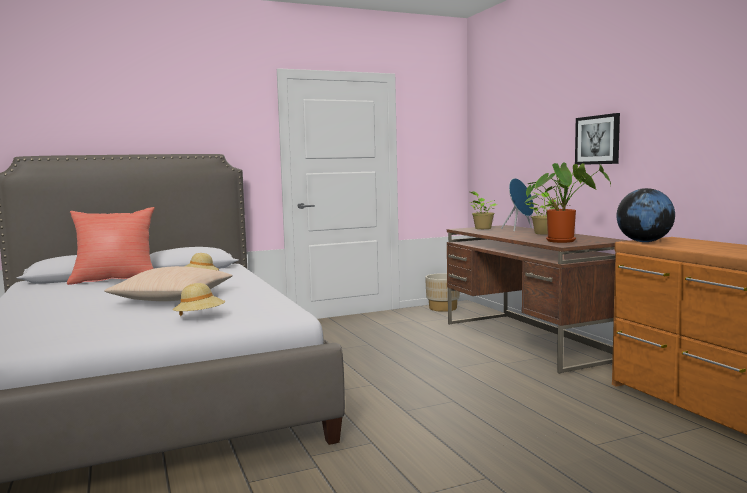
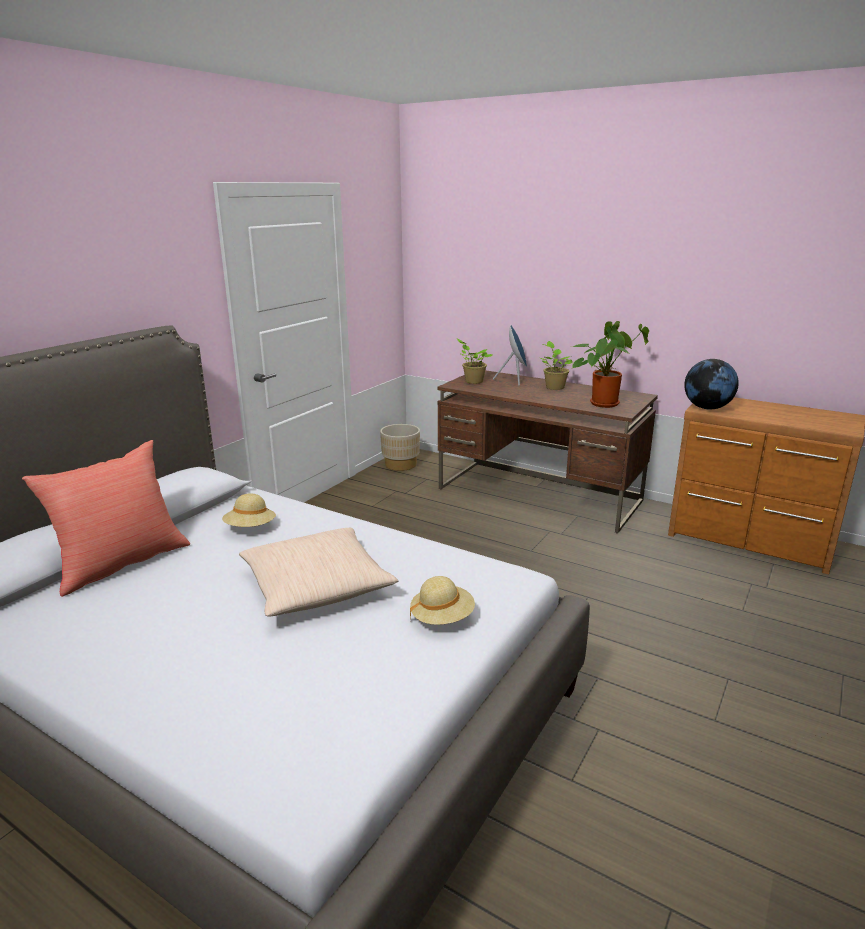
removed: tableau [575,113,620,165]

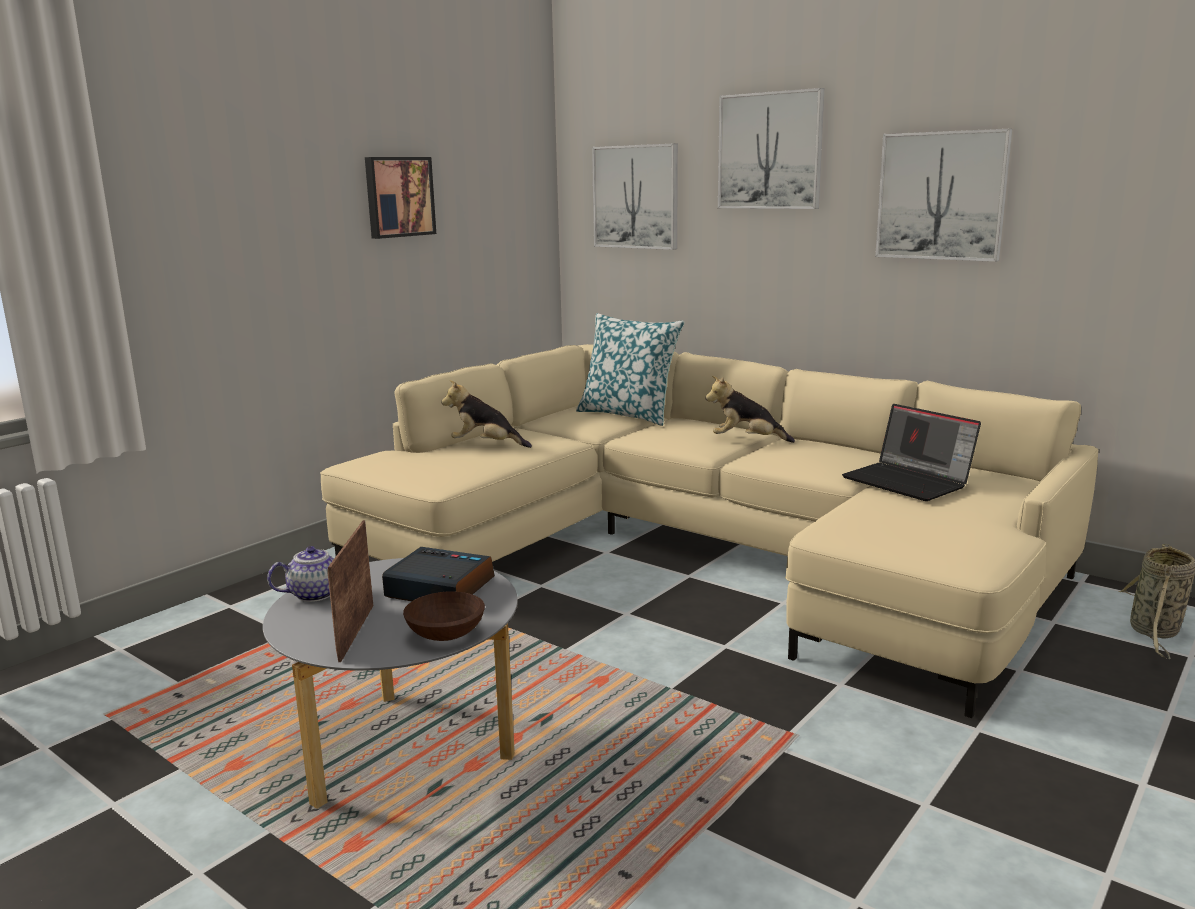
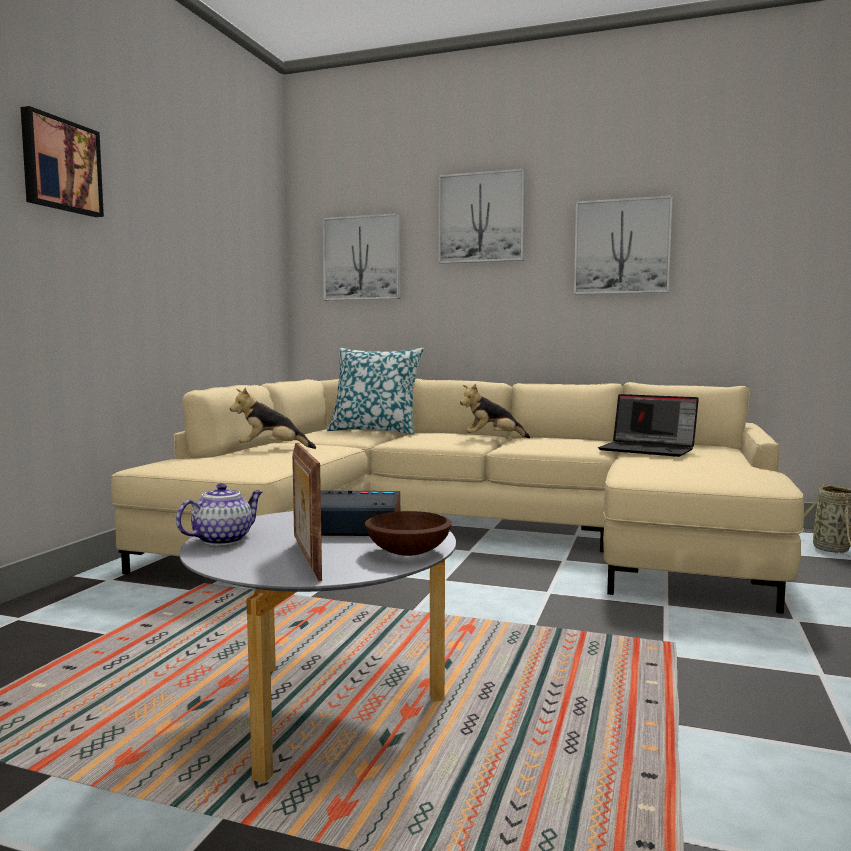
moved: tableau [365,157,436,239] to [21,106,104,217]

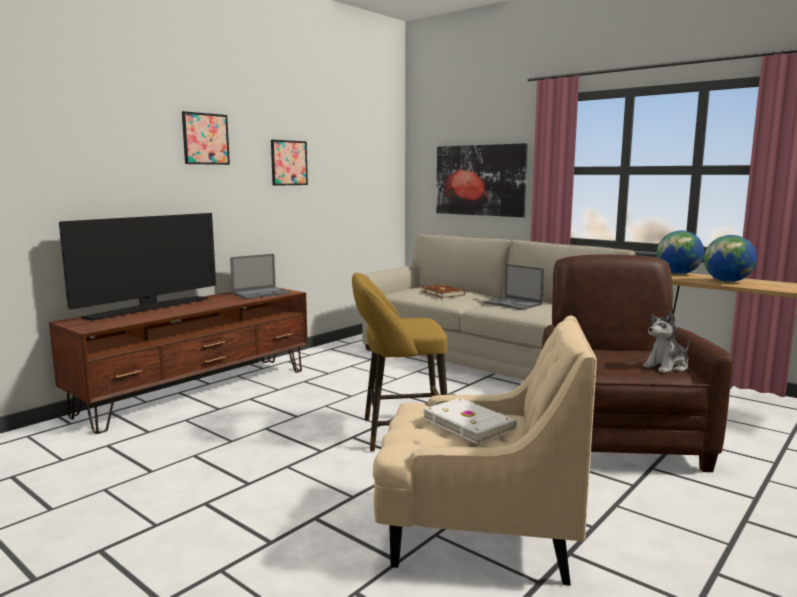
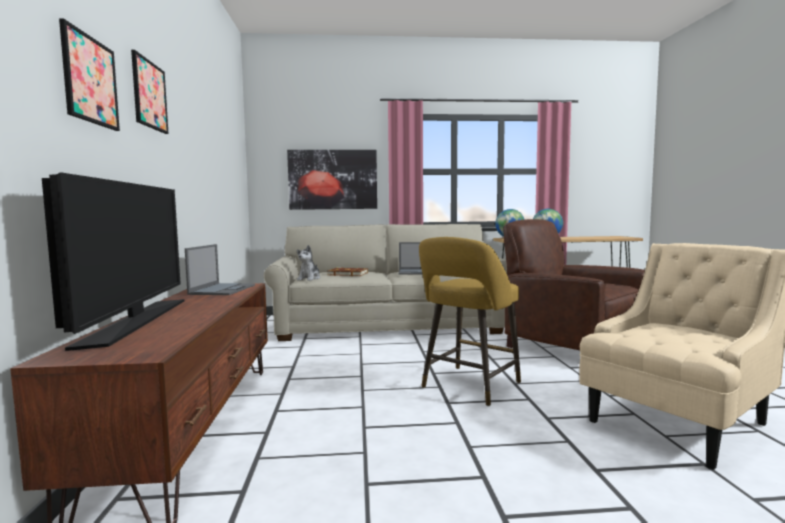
removed: livre [blanc] [423,398,517,444]
moved: tableau [271,140,308,186] to [59,18,120,131]; peluche [643,311,689,373] to [297,245,320,281]

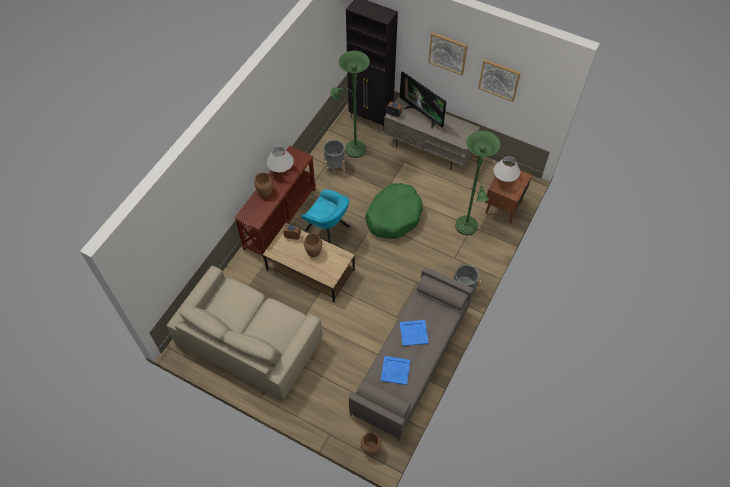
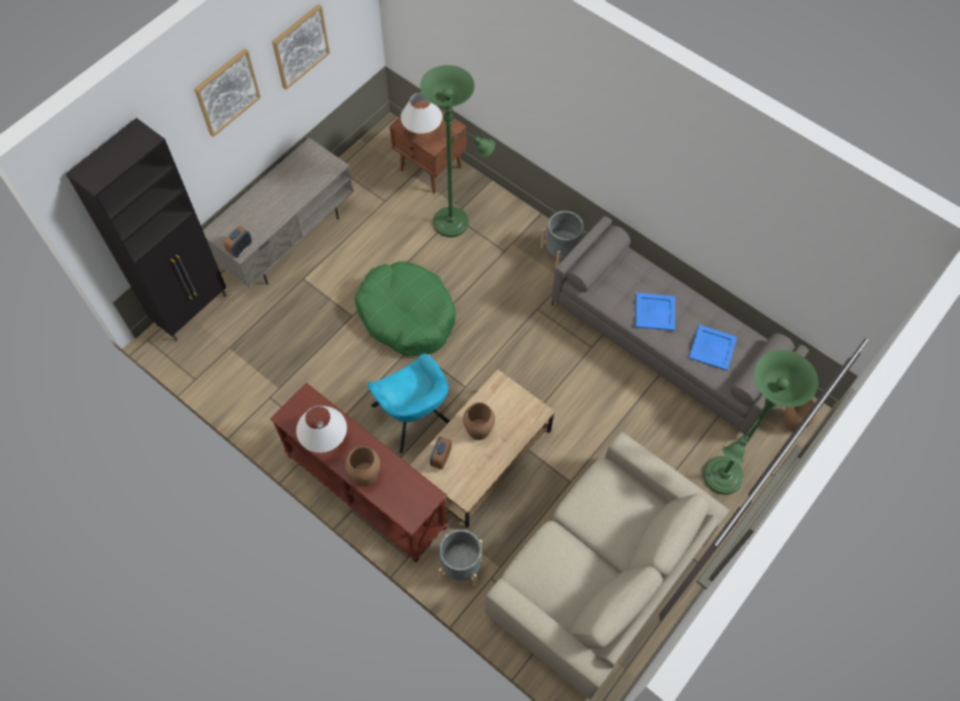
removed: téléviseur [400,71,447,129]
moved: cache-pot [gris] [324,140,345,174] to [439,529,482,586]; lampadaire [vert] [330,51,370,158] to [703,350,818,495]
turned: fauteuil [turquoise] [301,189,350,243] = [368,354,450,453] 105 degrees clockwise

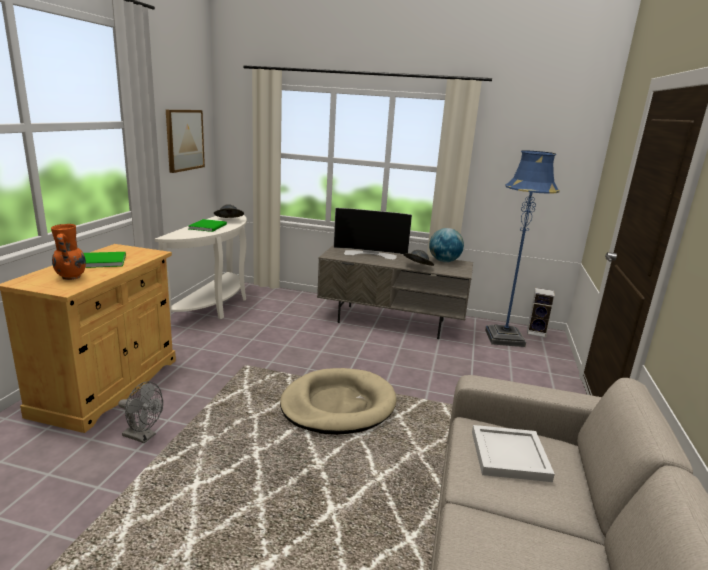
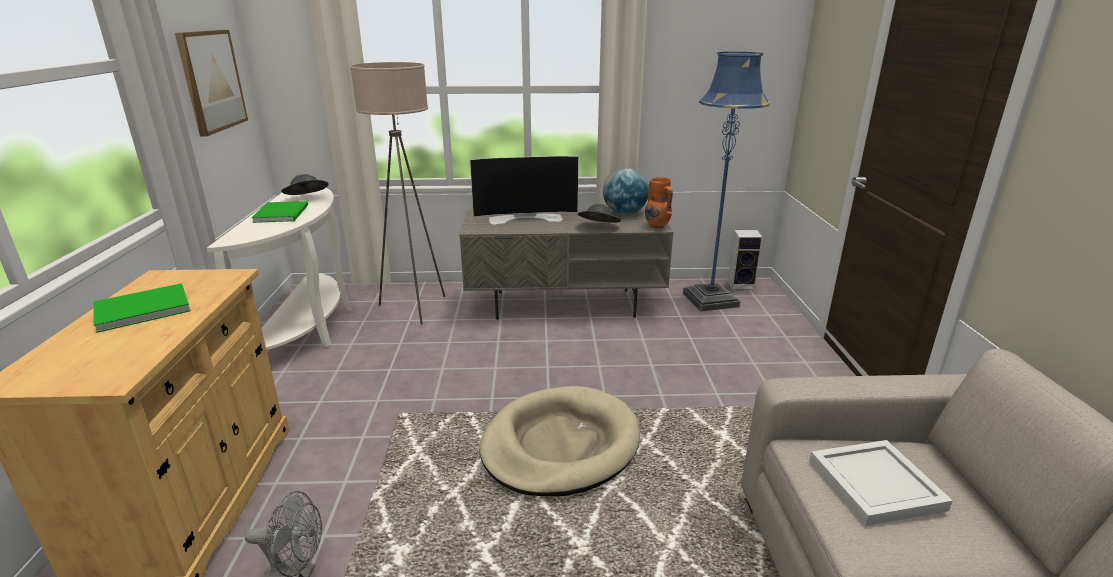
added: lampadaire [beige] [350,62,445,325]
moved: vase [orange] [51,224,86,280] to [645,177,673,229]

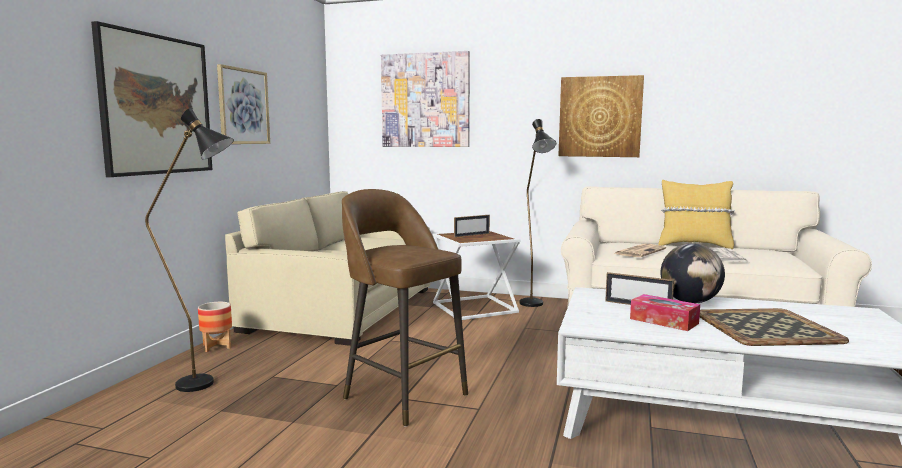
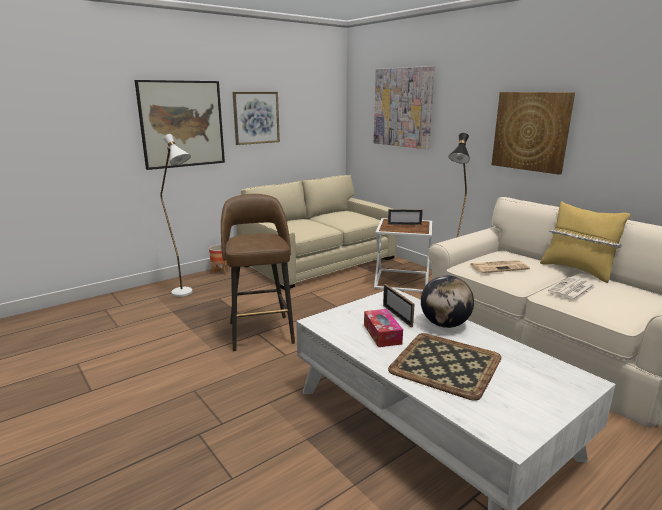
recoloured: lampadaire [noir] [145,108,234,392] to lampadaire [blanc] [160,134,192,297]

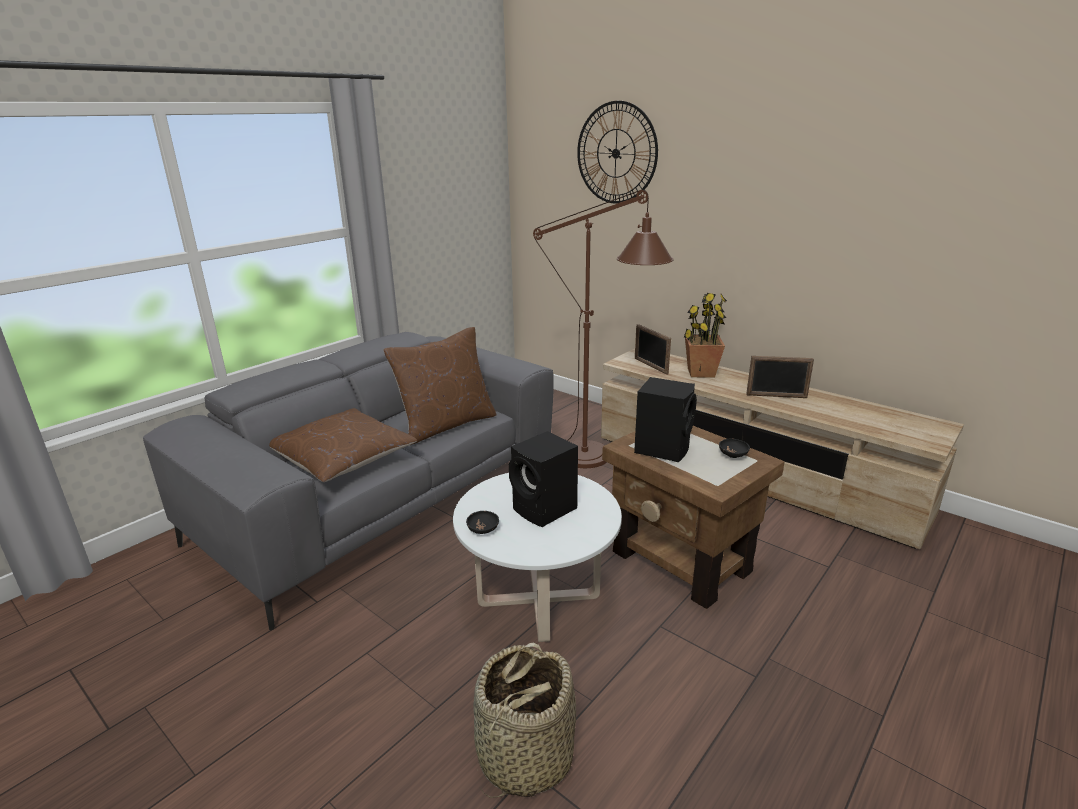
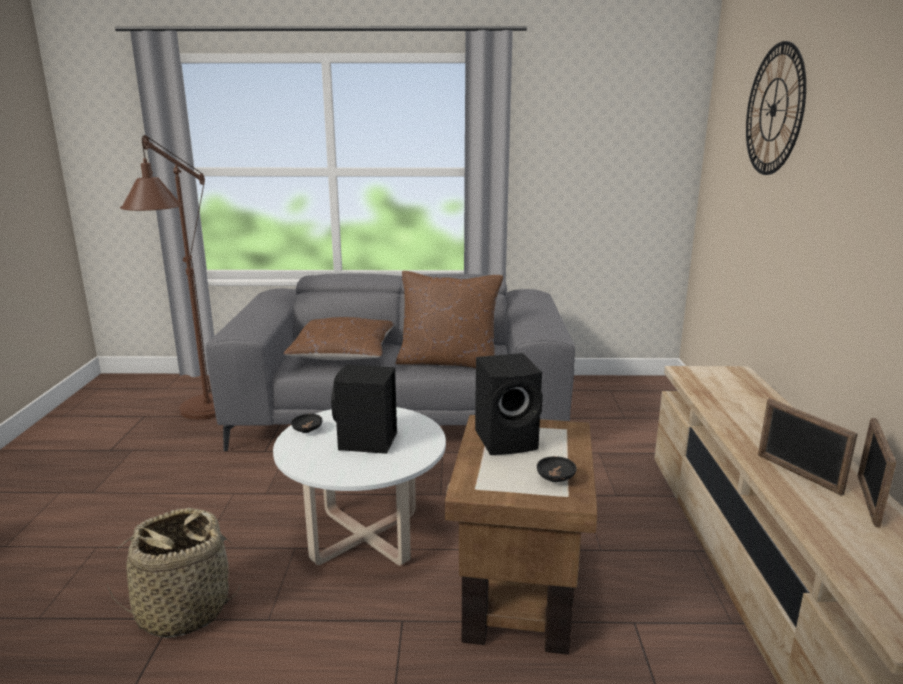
removed: plante en pot [684,293,727,378]
moved: lampadaire [marron] [533,190,674,468] to [120,135,216,420]; cadre photo [635,324,671,375] to [857,418,897,528]

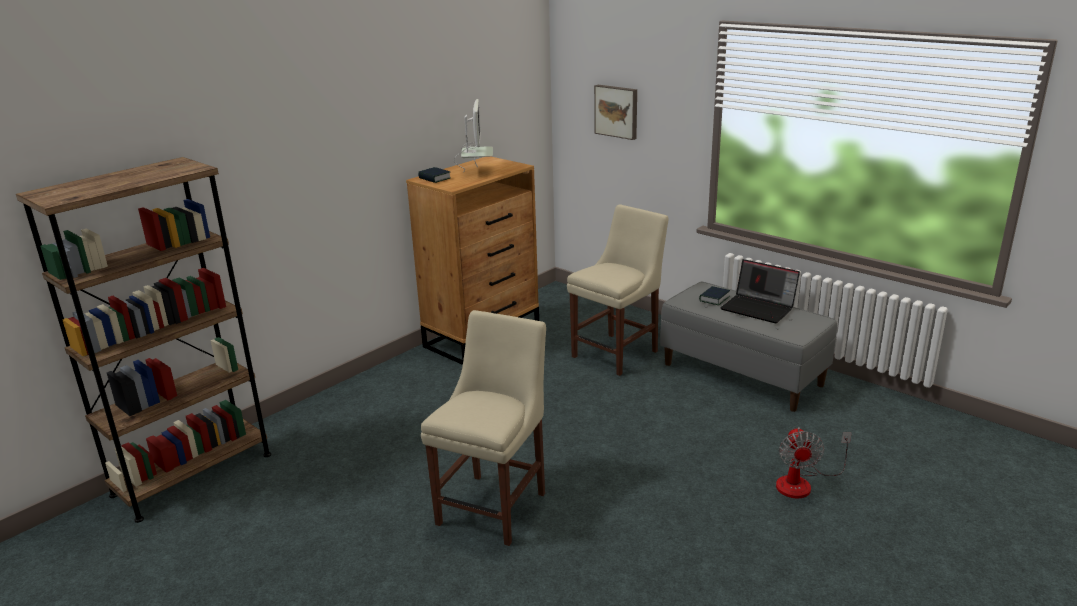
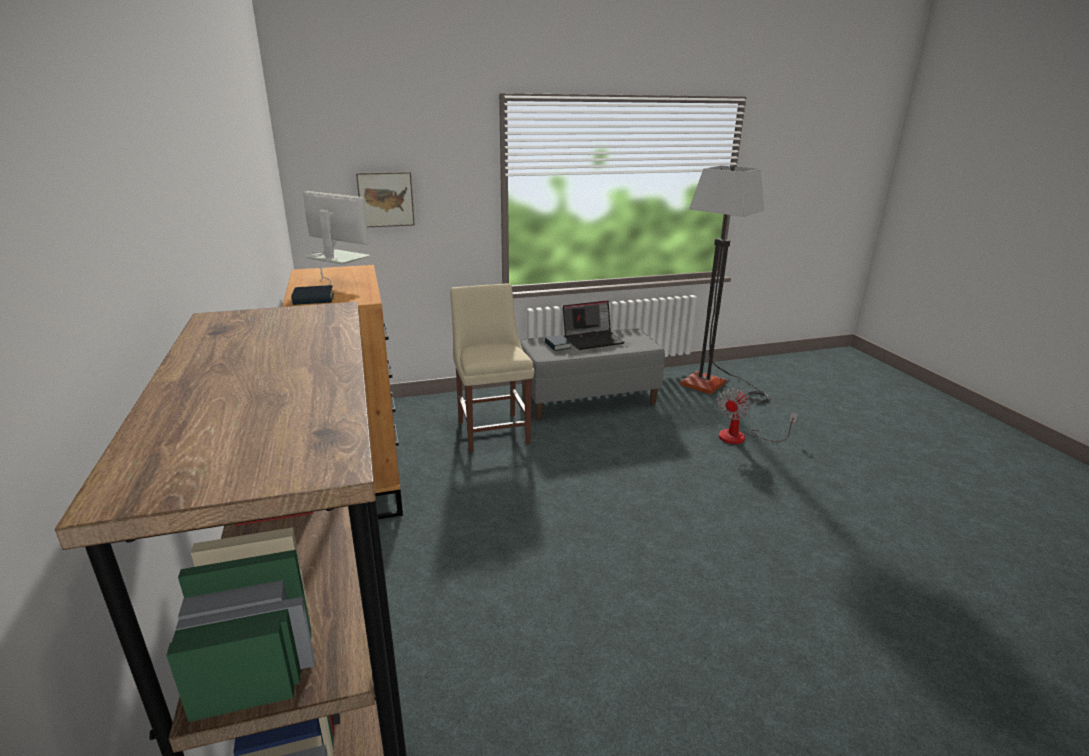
removed: chaise [beige] [421,310,546,546]
added: lampadaire [680,166,770,403]
turned: ventilateur [776,427,852,499] = [718,389,798,444] 90 degrees clockwise

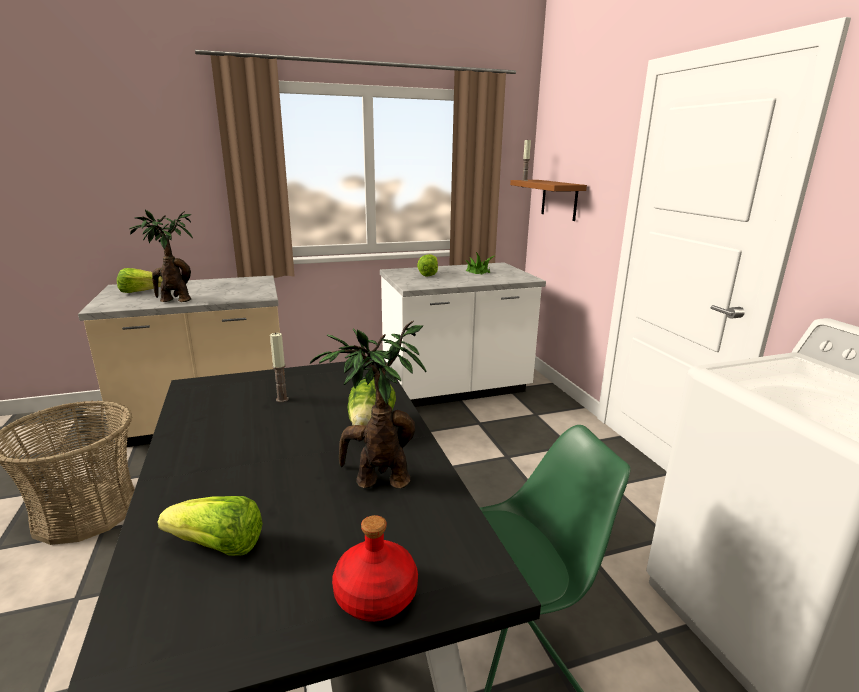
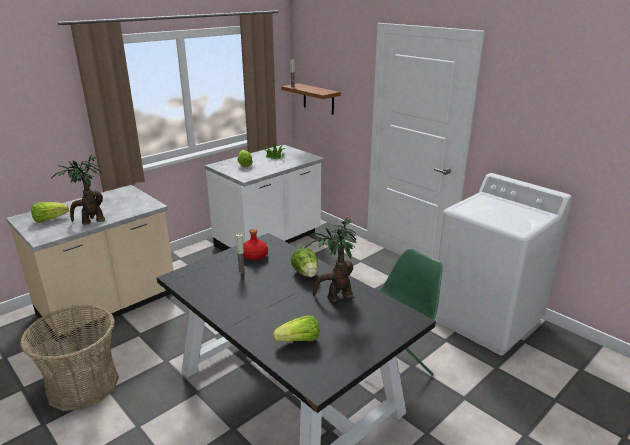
moved: bouteille [rouge] [332,515,418,622] to [243,229,268,261]

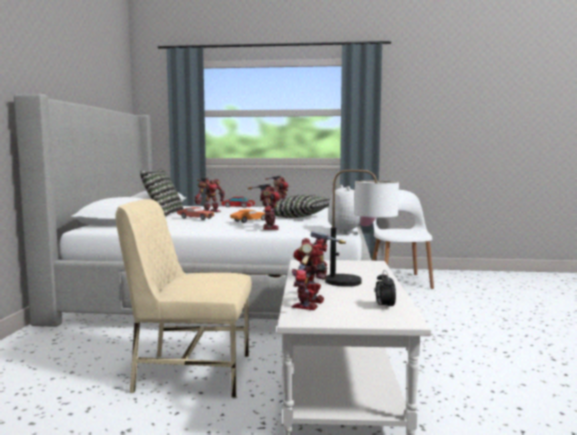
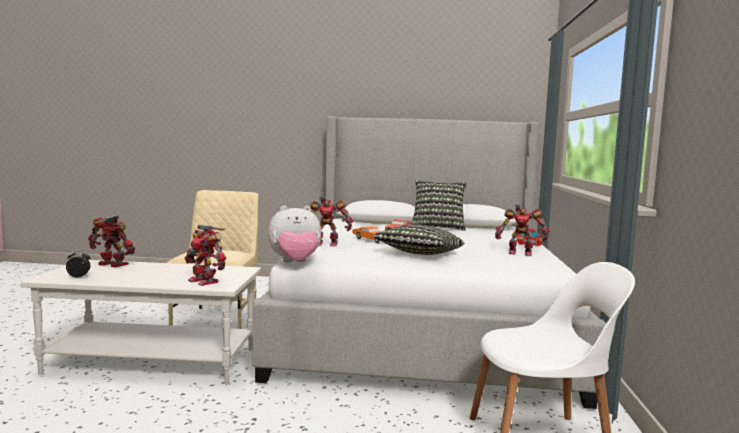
removed: lampe de table [325,170,399,287]
moved: robot jouet [195,177,225,212] to [185,225,226,286]

